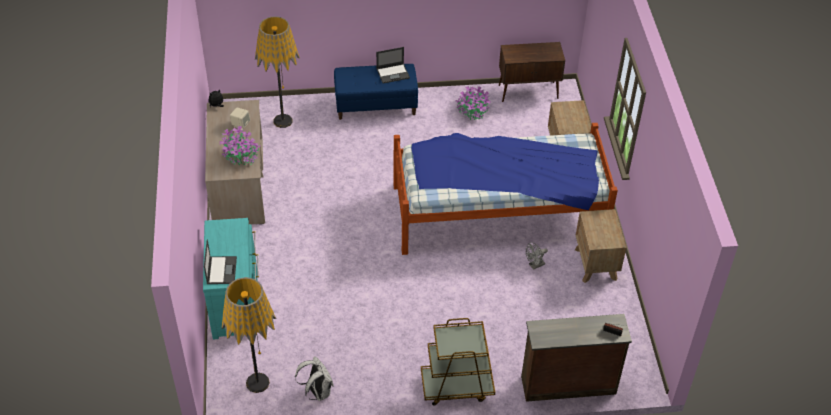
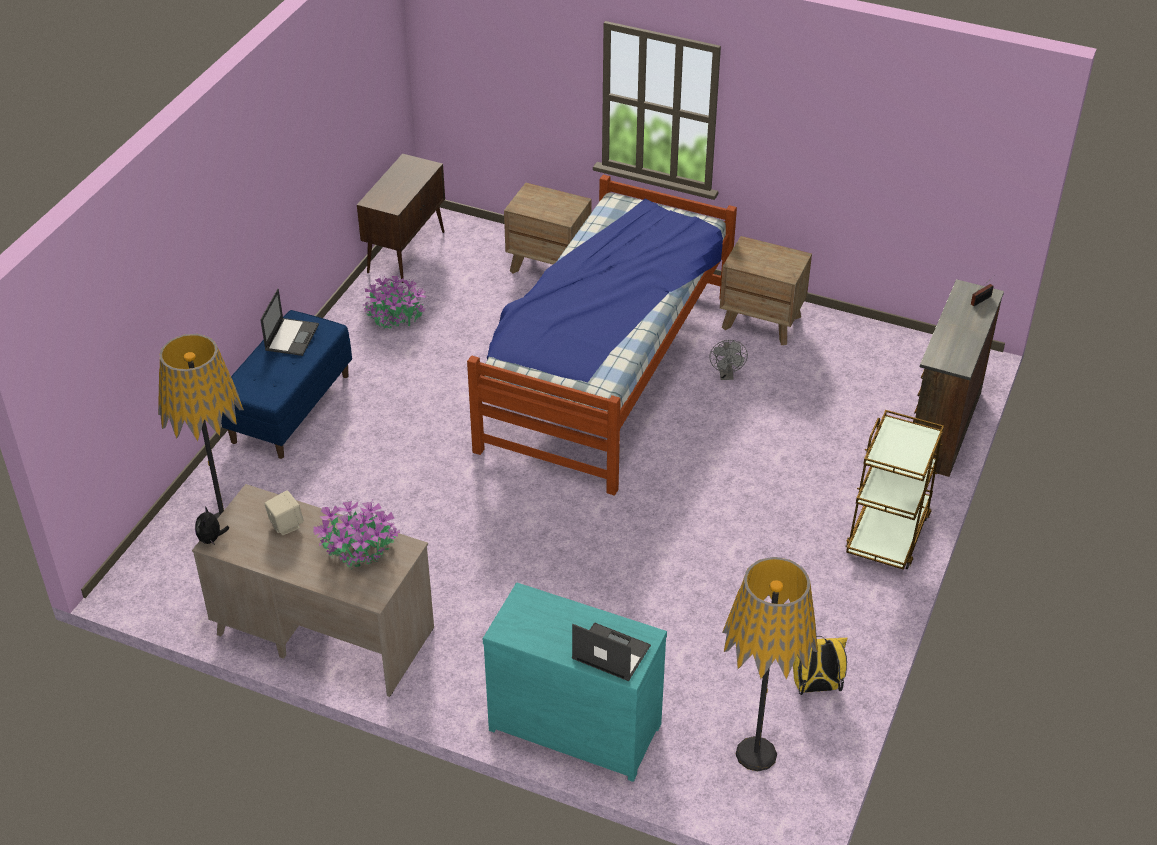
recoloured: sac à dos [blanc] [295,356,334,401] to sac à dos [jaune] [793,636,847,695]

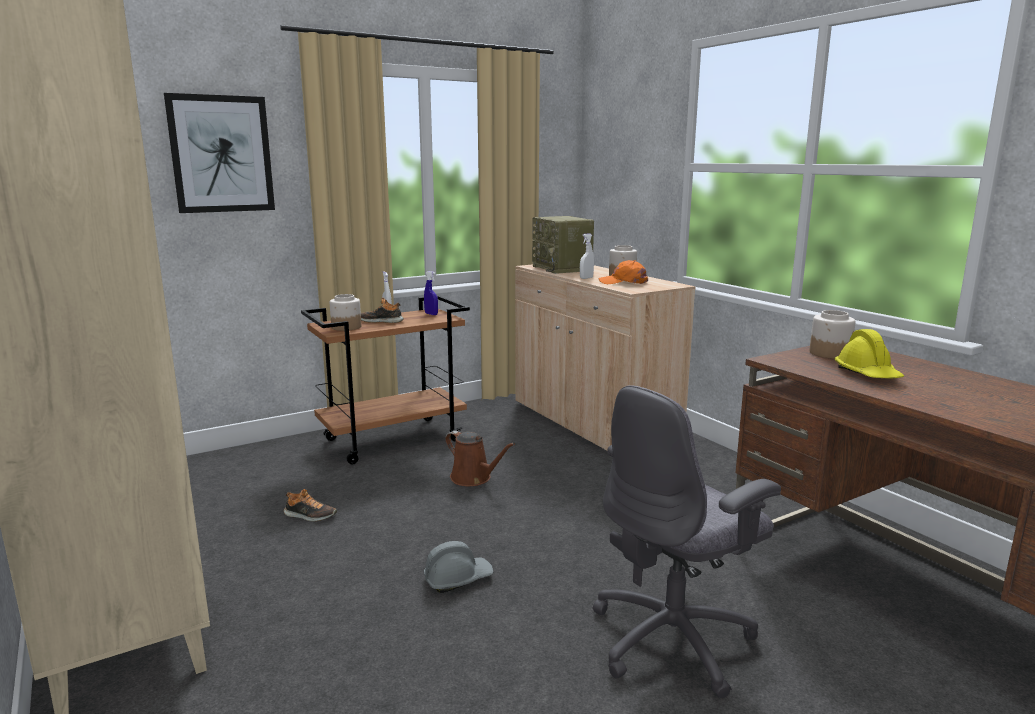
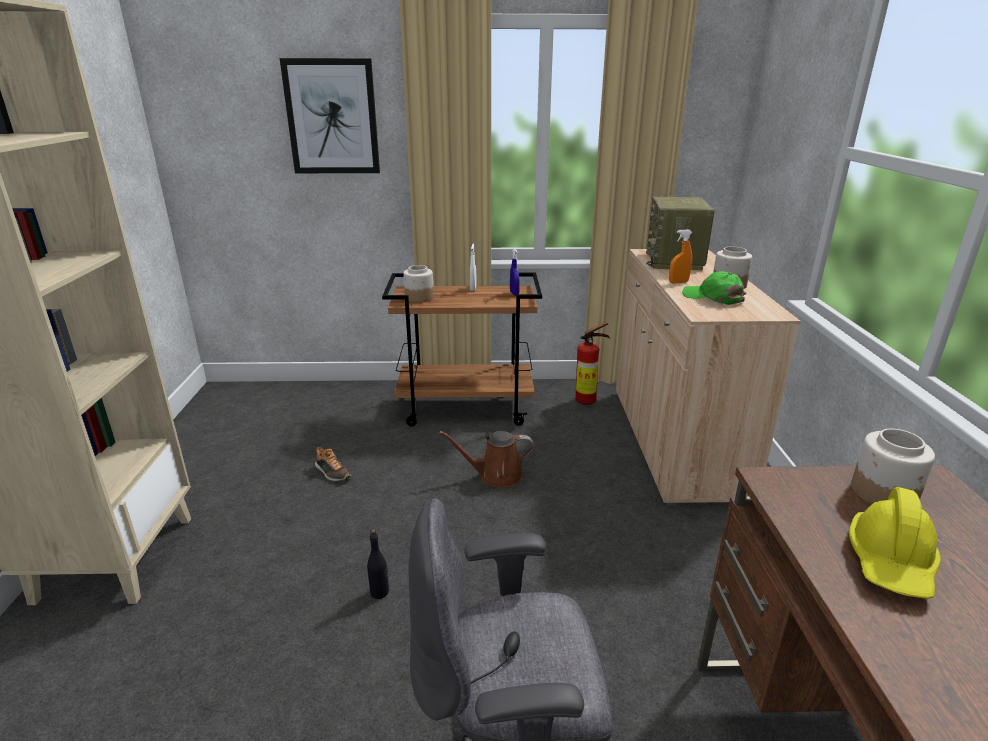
removed: chaussure [361,298,404,323]
added: extincteur [576,322,610,405]
replaced: casque de chantier [gris] [424,541,493,593] to bouteille [noir] [367,529,389,599]
recoloured: vaporisateur [blanc] [580,233,594,279] to vaporisateur [orange] [669,229,693,283]; casquette [orange] [598,260,648,284] to casquette [vert] [682,271,746,305]
turned: arrosoir [marron] [445,430,515,486] = [439,431,534,488] 105 degrees clockwise

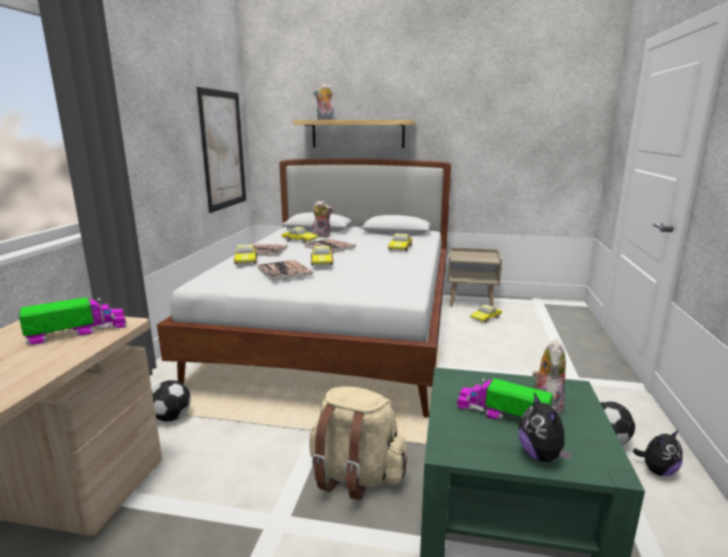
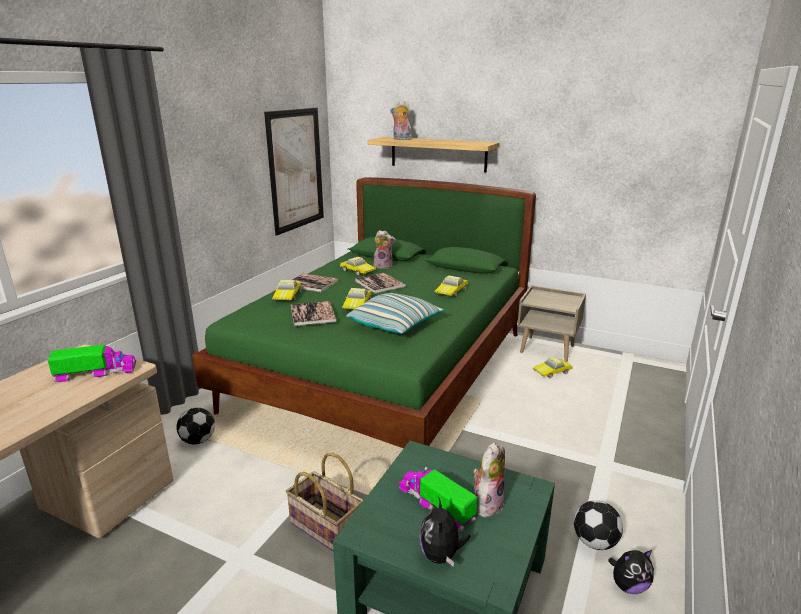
added: coussin [346,293,444,334]
replaced: sac à dos [beige] [309,386,407,500] to panier [286,453,364,552]
recoloured: lit [blanc] [157,158,451,418] to lit [vert] [192,177,536,448]

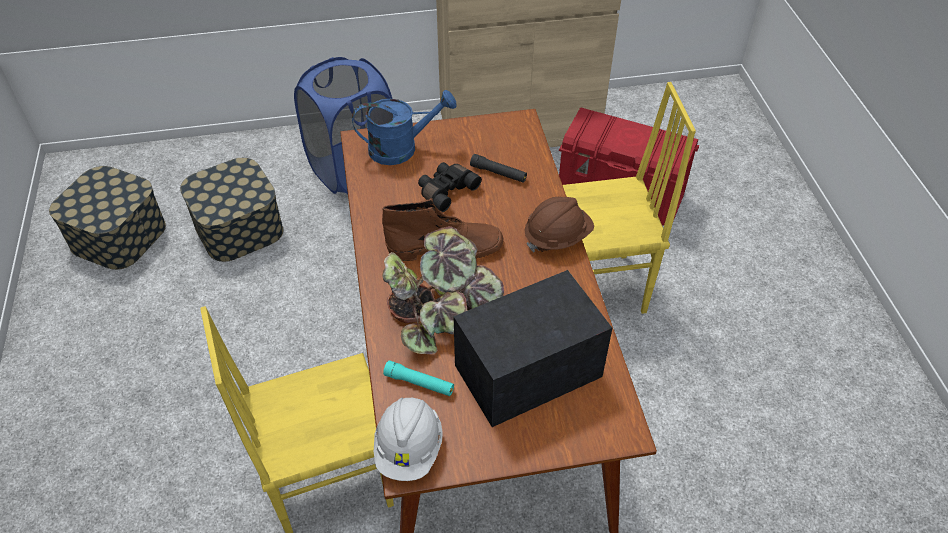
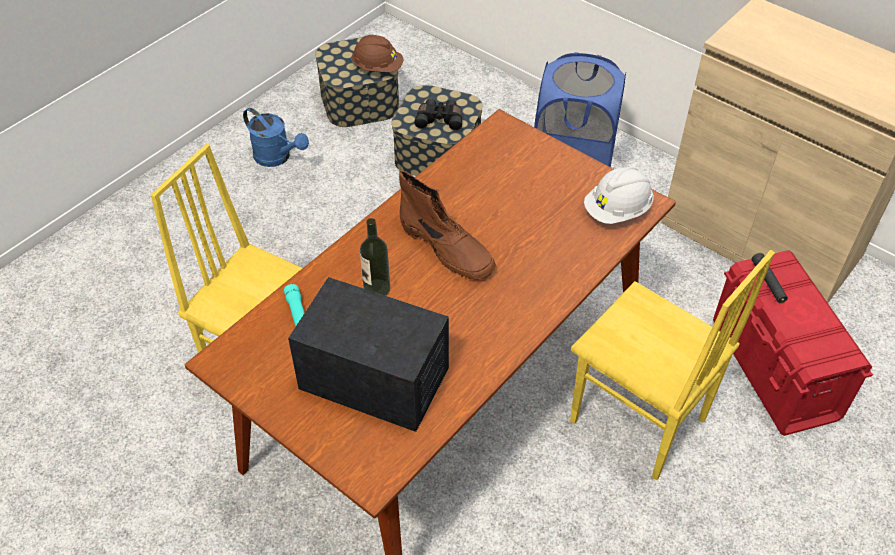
moved: arrosoir [bleu] [352,90,456,165] to [243,108,309,167]; casque de chantier [blanc] [374,397,443,481] to [584,167,654,224]; jumelles [noir] [418,162,482,212] to [415,99,462,131]; lampe de poche [noir] [470,154,527,183] to [752,253,788,303]; casque de chantier [marron] [525,197,594,252] to [351,35,403,72]
replaced: plante en pot [383,226,504,354] to bouteille [360,218,390,296]

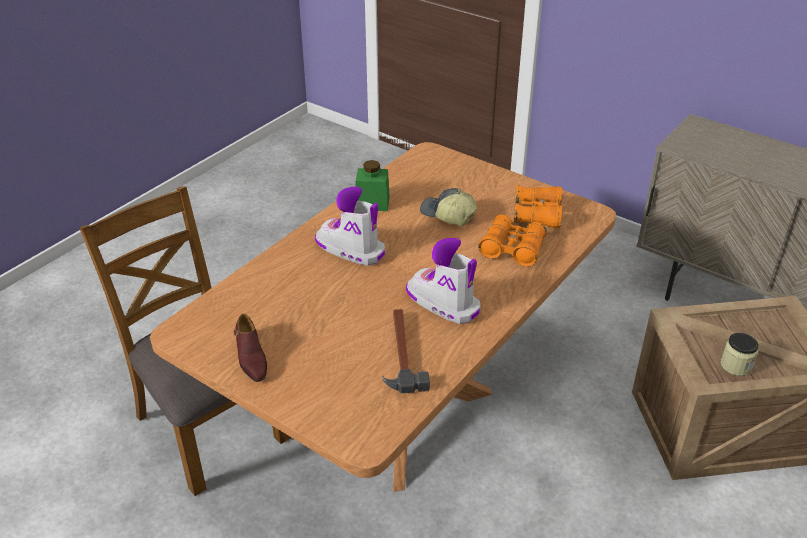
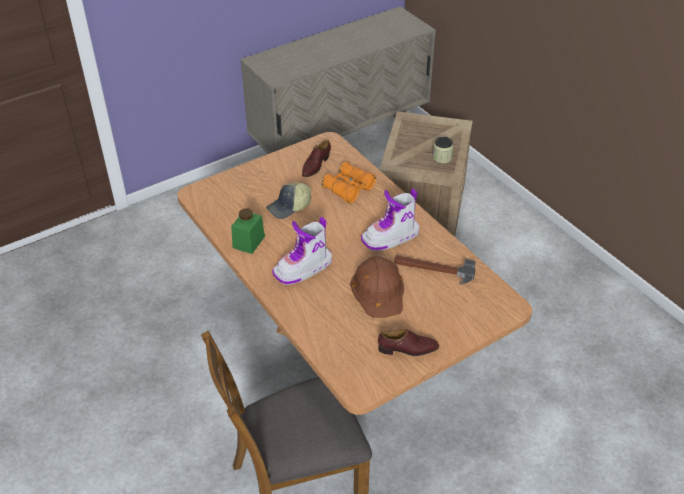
added: casque de chantier [marron] [350,256,404,318]
replaced: jumelles [orange] [514,185,562,229] to chaussure [marron] [302,140,331,177]

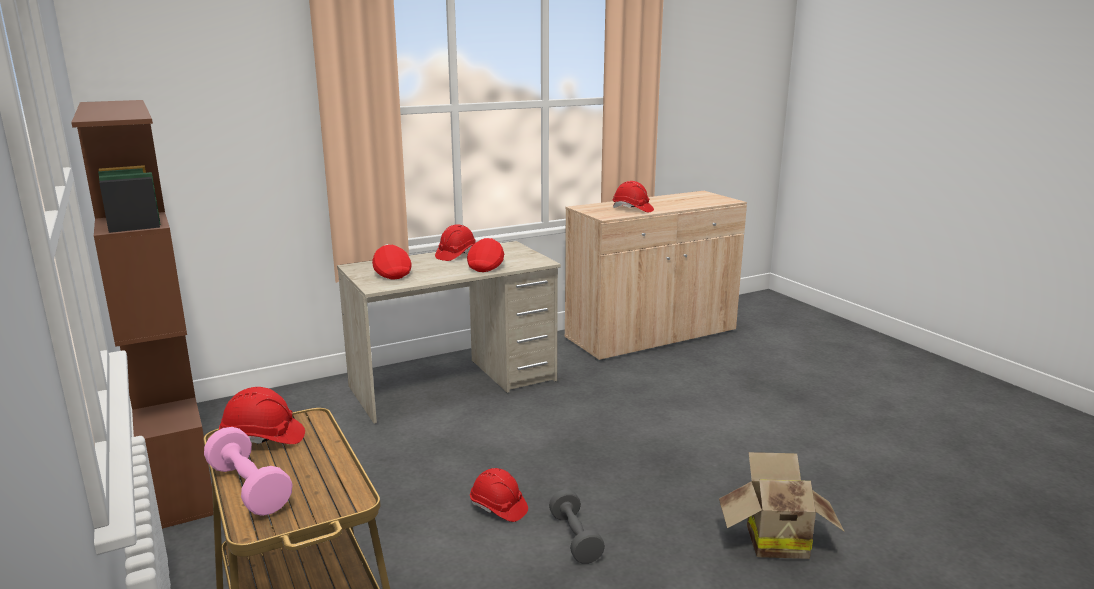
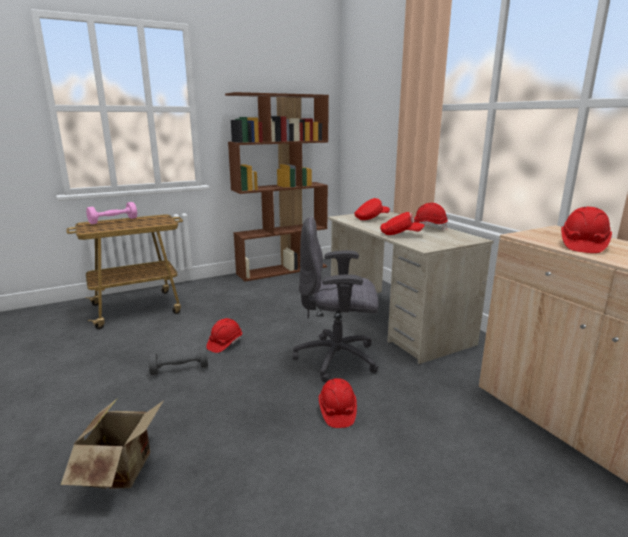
added: chaise de bureau [gris] [292,217,379,383]
moved: casque de chantier [rouge] [219,387,305,444] to [318,378,357,428]

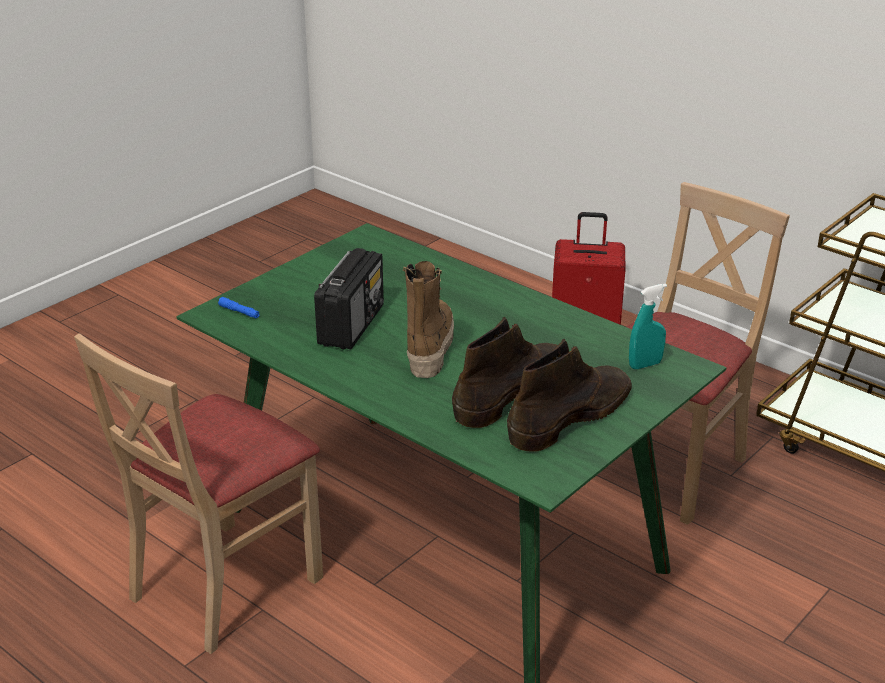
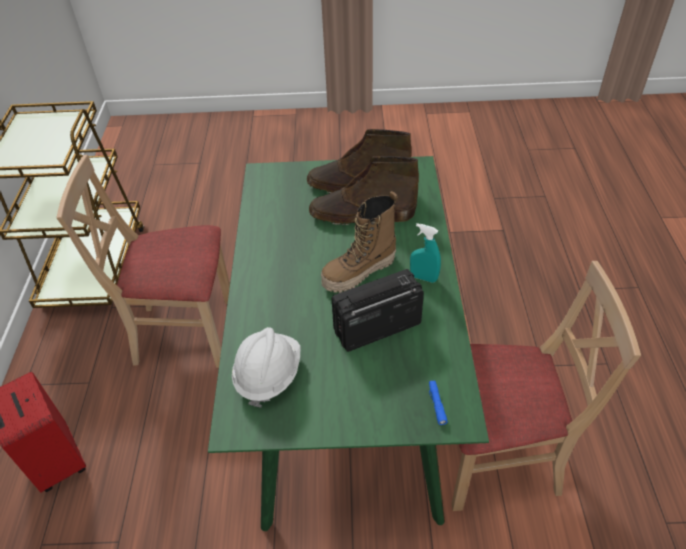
added: casque de chantier [blanc] [232,327,300,408]
moved: vaporisateur [turquoise] [629,284,667,369] to [410,223,441,283]

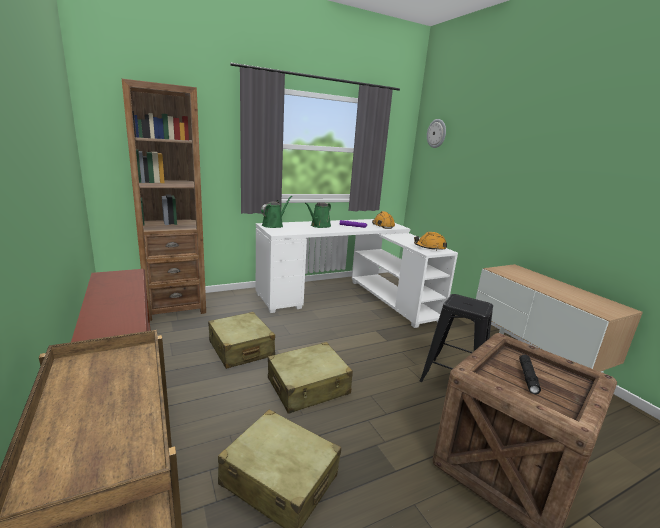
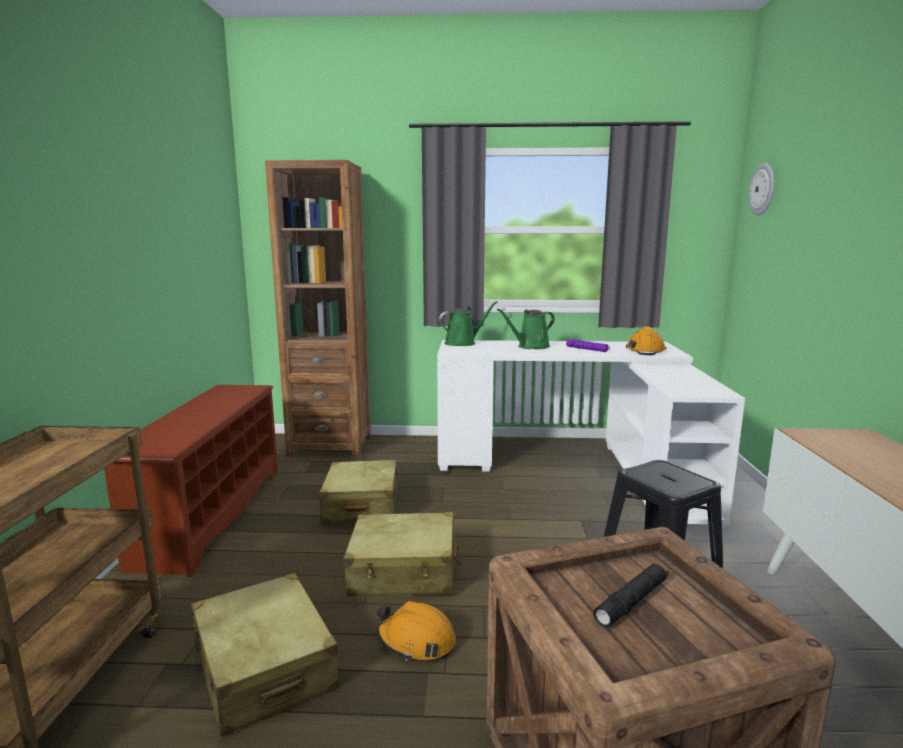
moved: casque de chantier [orange] [414,232,447,251] to [377,601,456,661]

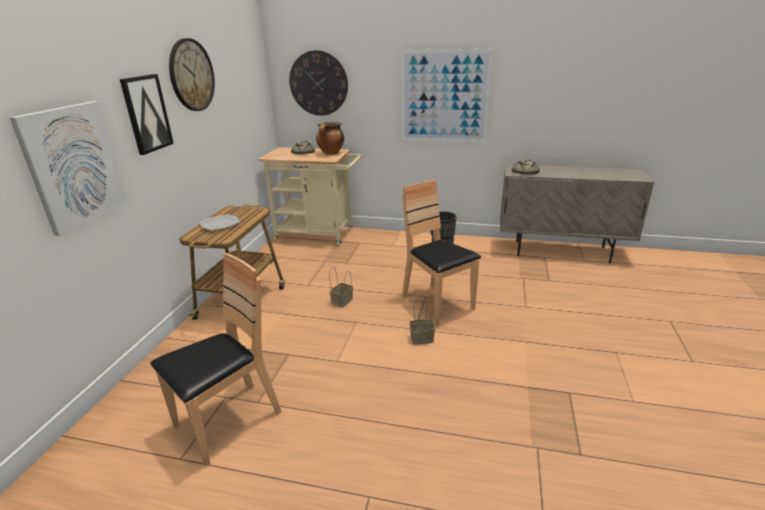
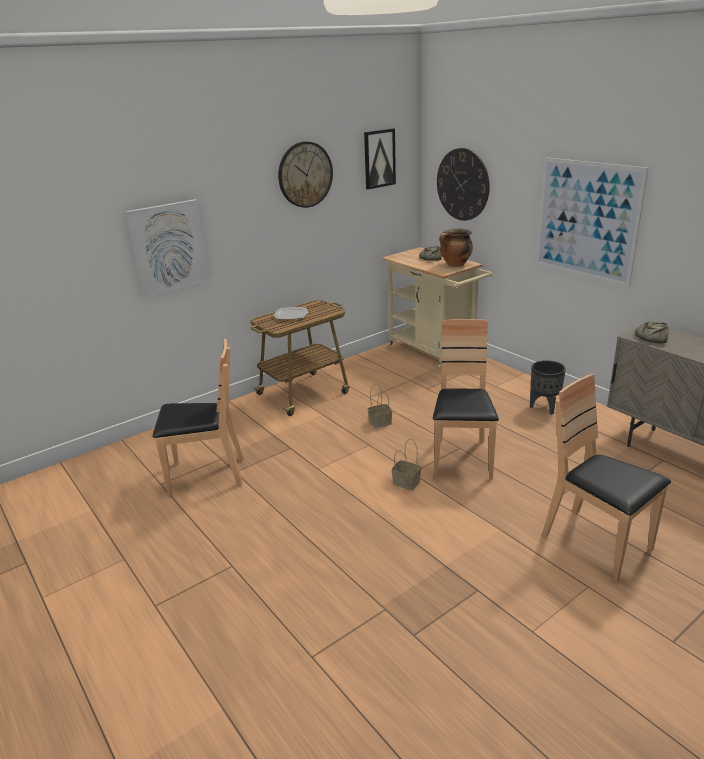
added: chaise [marron] [542,374,671,583]
moved: tableau [120,74,174,155] to [364,129,396,189]

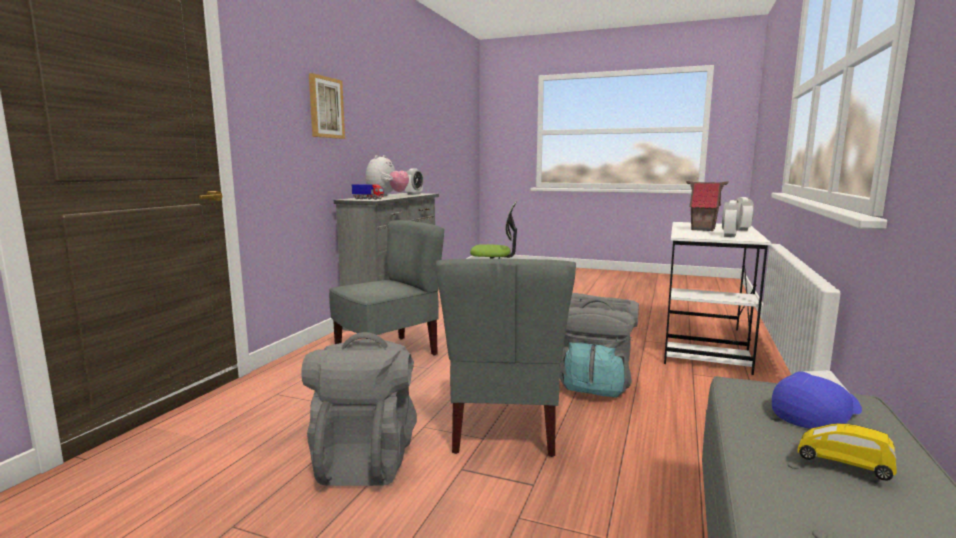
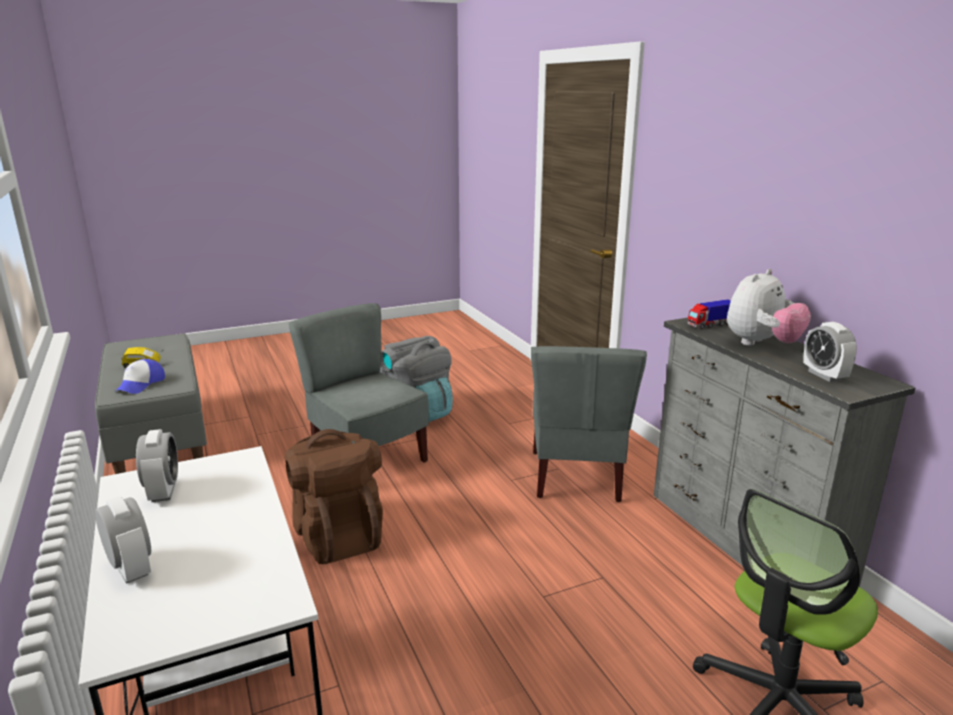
removed: tableau [309,73,345,139]; maison miniature [686,181,729,231]
recoloured: sac à dos [gris] [560,293,639,398] to sac à dos [marron] [284,429,383,564]
turned: peluche [366,155,409,197] = [727,269,811,346] 105 degrees counterclockwise

